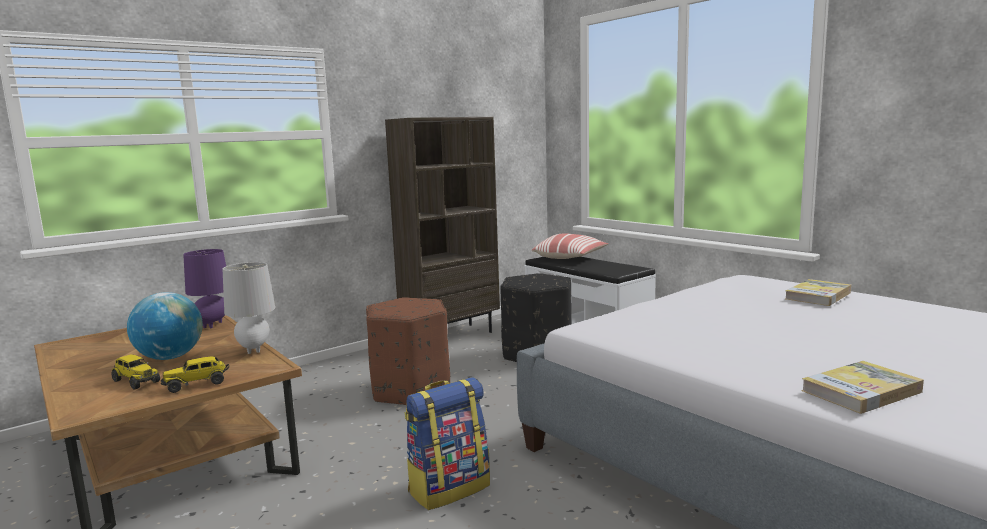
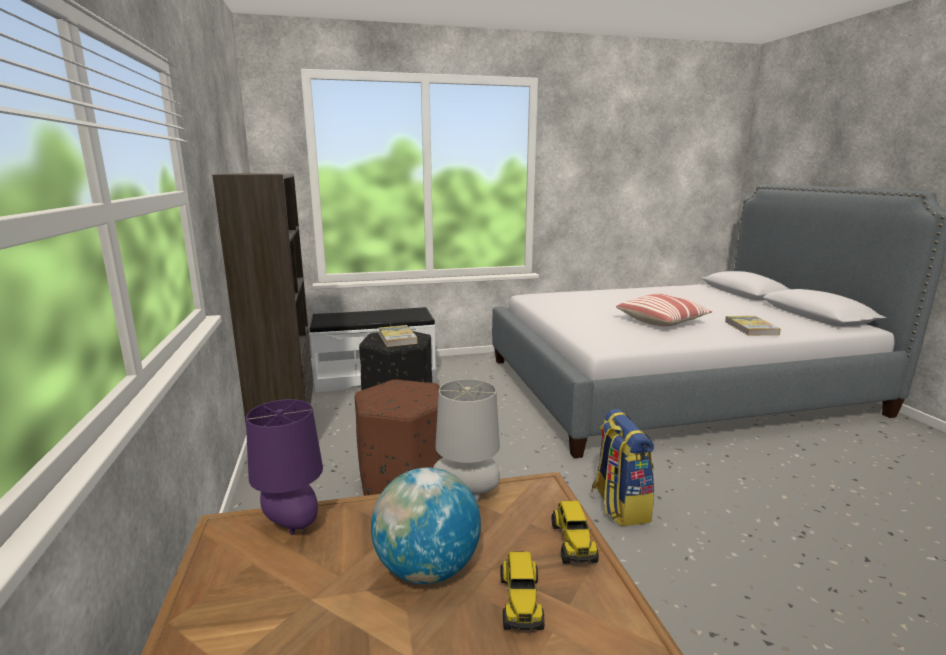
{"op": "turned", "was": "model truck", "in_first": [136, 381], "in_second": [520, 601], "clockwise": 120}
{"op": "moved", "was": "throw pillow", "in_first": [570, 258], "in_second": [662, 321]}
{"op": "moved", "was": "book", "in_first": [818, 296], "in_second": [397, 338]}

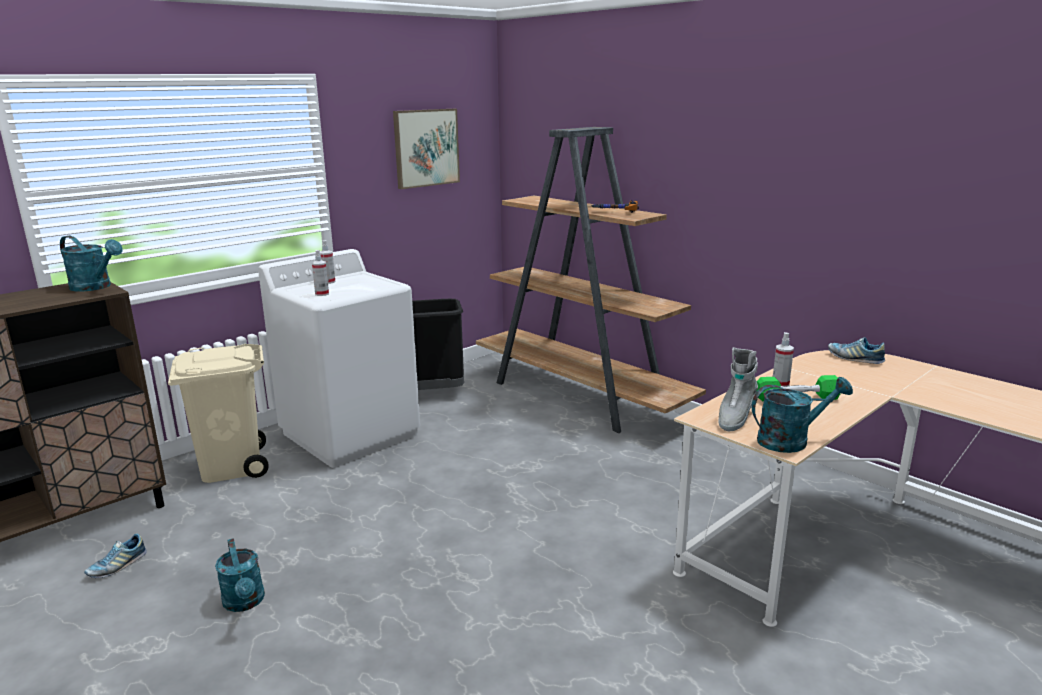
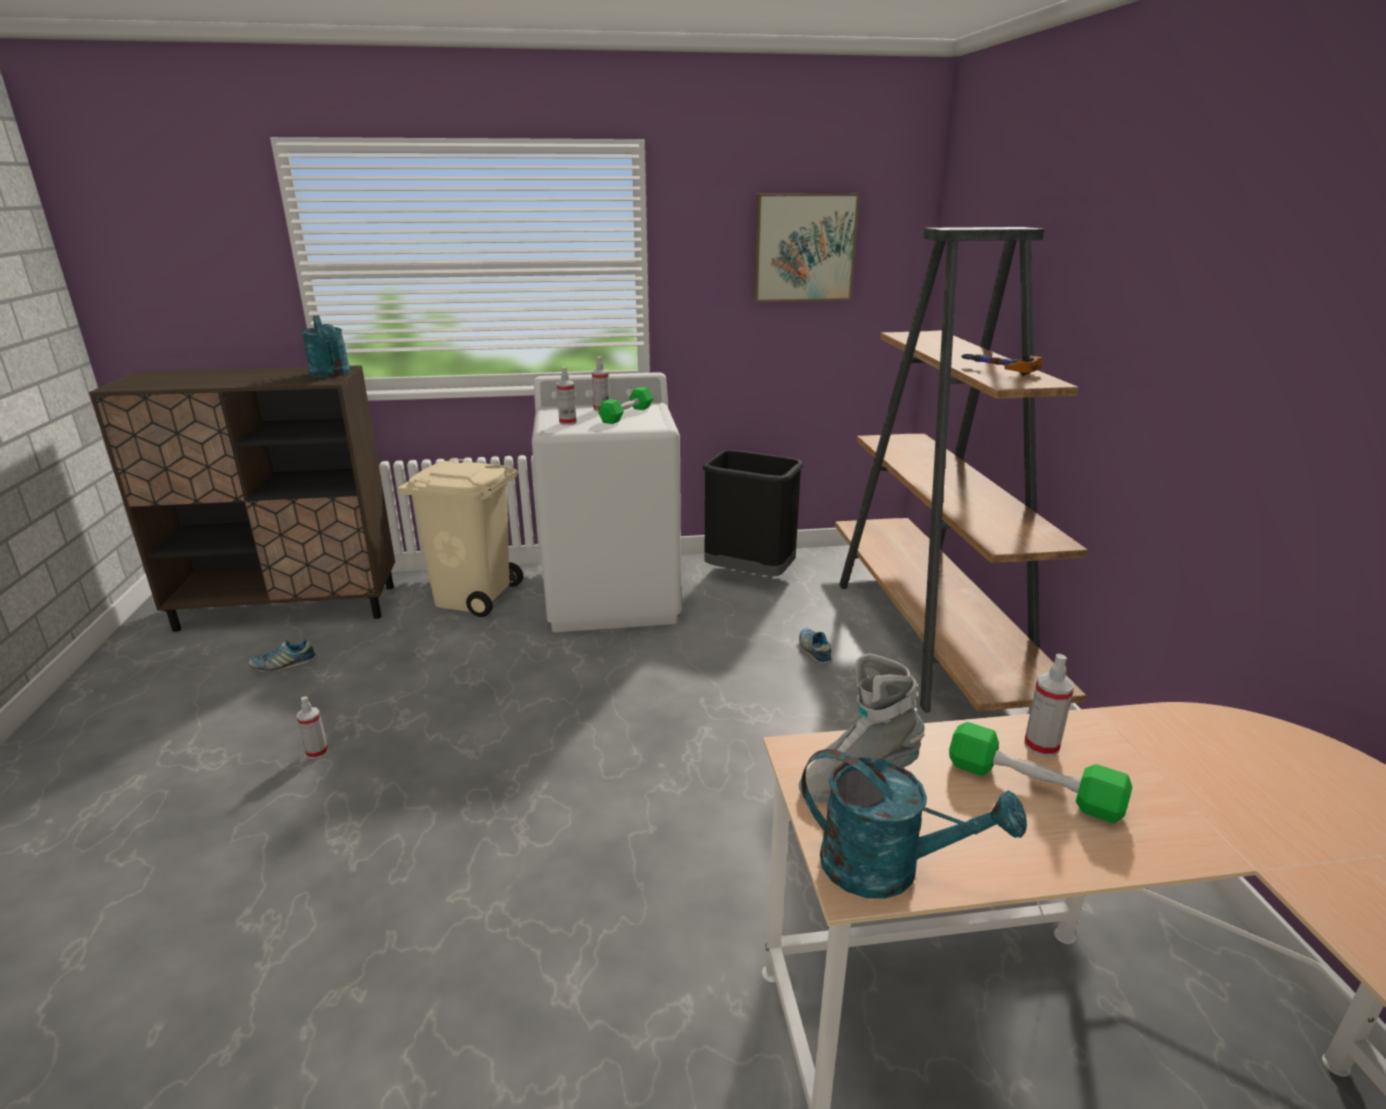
{"op": "replaced", "was": "turquoise-coloured watering pot", "now": "hand sprayer", "in_first": [245, 603], "in_second": [317, 752]}
{"op": "moved", "was": "low shoe", "in_first": [854, 358], "in_second": [814, 651]}
{"op": "added", "now": "greenish dumbbell", "in_second": [627, 414]}

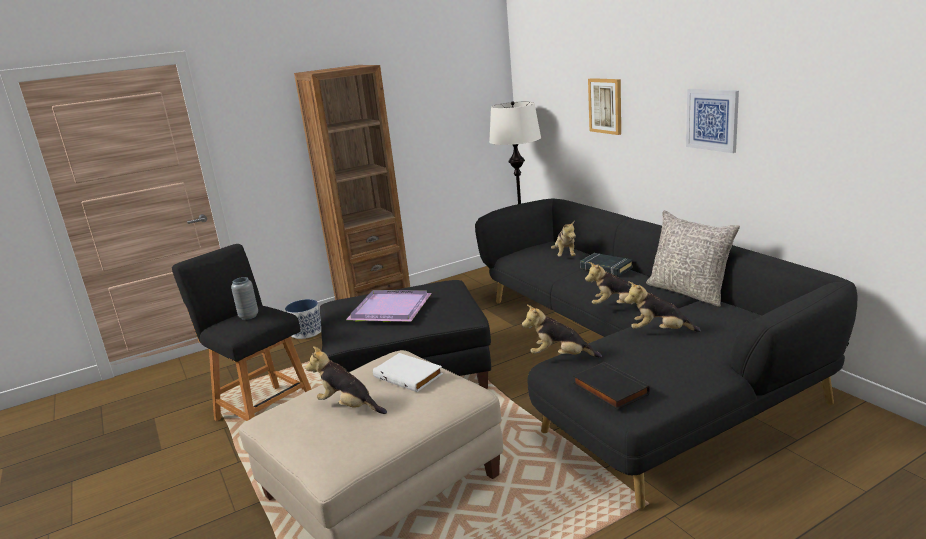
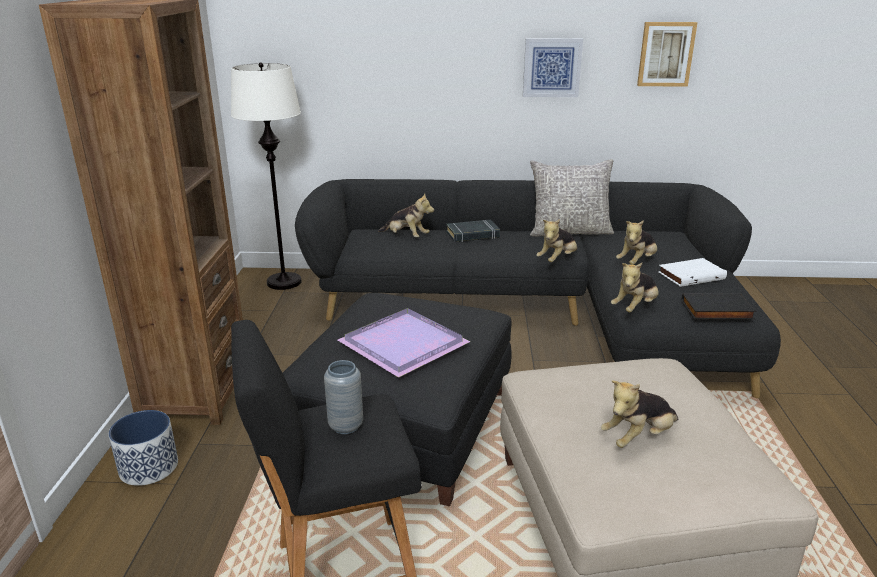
{"op": "moved", "was": "white-coloured book", "in_first": [409, 375], "in_second": [690, 275]}
{"op": "moved", "was": "wall picture", "in_first": [606, 106], "in_second": [666, 54]}

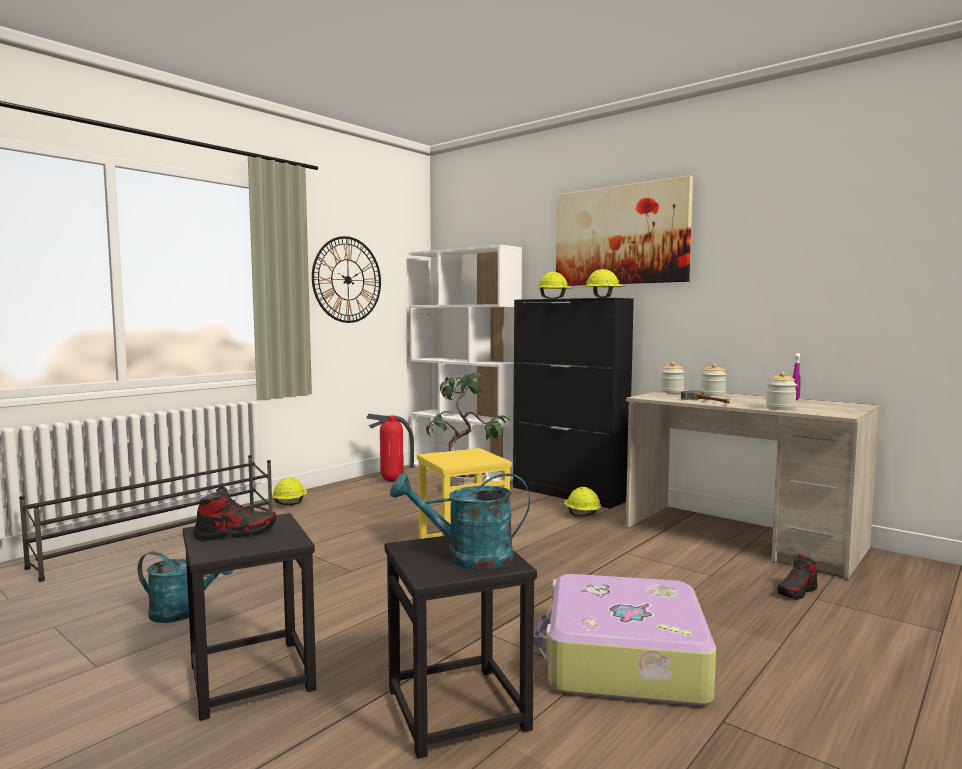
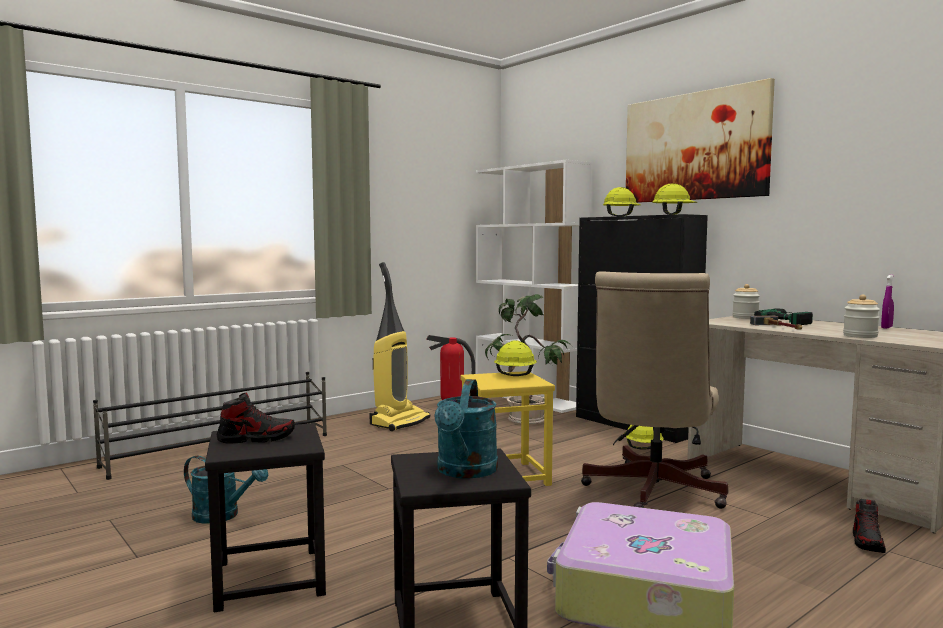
{"op": "moved", "was": "yellow hard hat", "in_first": [289, 504], "in_second": [515, 375]}
{"op": "removed", "was": "wall clock", "in_first": [347, 280]}
{"op": "turned", "was": "turquoise-coloured watering pot", "in_first": [467, 557], "in_second": [465, 472], "clockwise": -90}
{"op": "replaced", "was": "jar", "now": "electric drill", "in_first": [713, 395], "in_second": [791, 321]}
{"op": "turned", "was": "low shoe", "in_first": [797, 592], "in_second": [867, 542], "clockwise": -45}
{"op": "added", "now": "vacuum cleaner", "in_second": [399, 422]}
{"op": "added", "now": "sand-coloured desk chair", "in_second": [651, 492]}

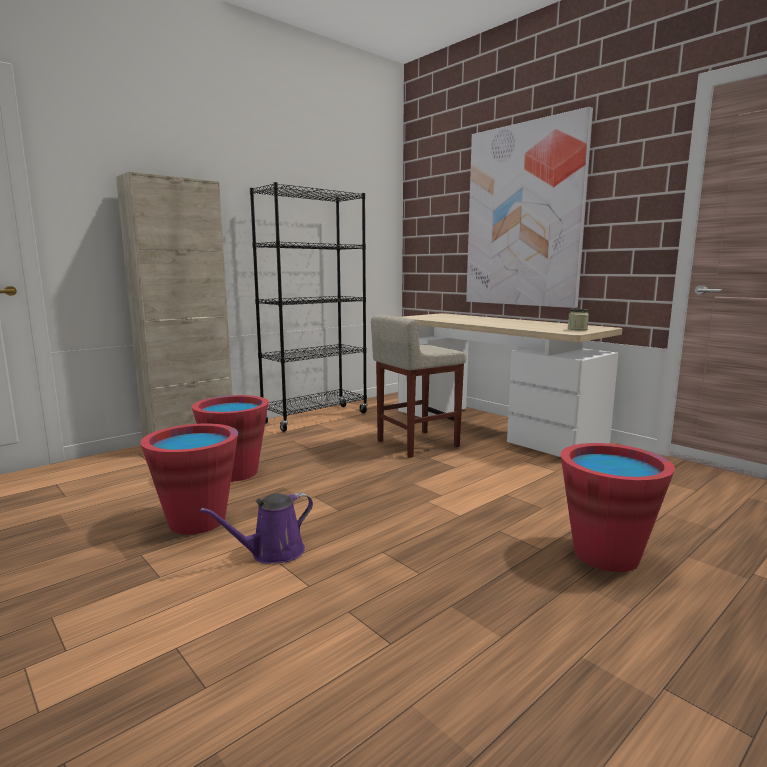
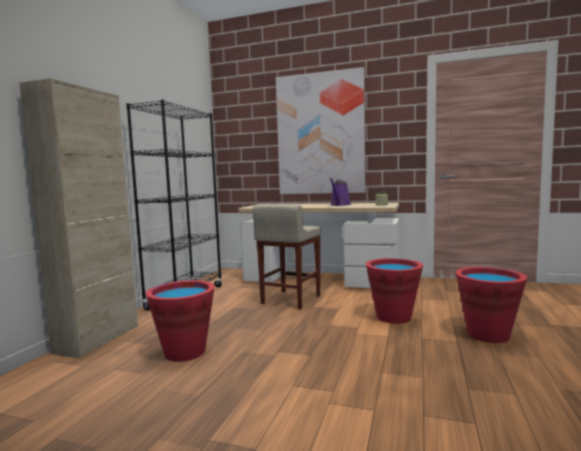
{"op": "moved", "was": "red-coloured water bucket", "in_first": [197, 521], "in_second": [393, 317]}
{"op": "moved", "was": "purplish watering pot", "in_first": [272, 553], "in_second": [339, 205]}

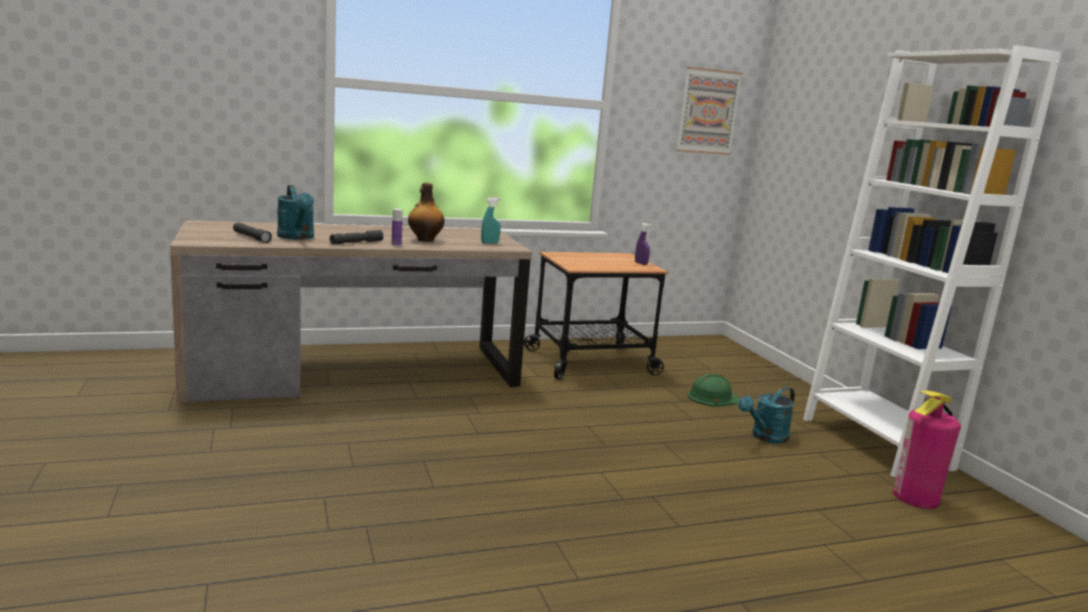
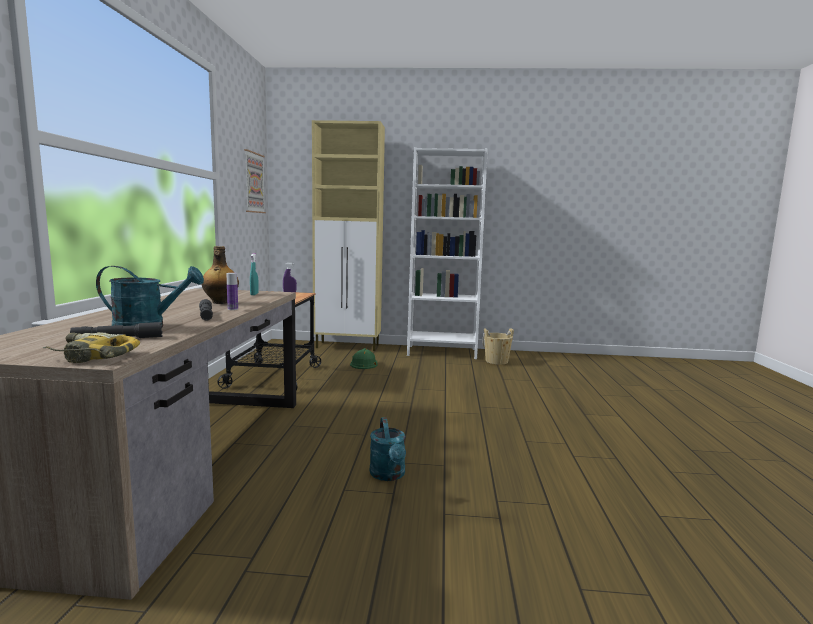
{"op": "moved", "was": "turquoise-coloured watering pot", "in_first": [765, 437], "in_second": [389, 475]}
{"op": "replaced", "was": "fire extinguisher", "now": "sand-coloured water bucket", "in_first": [916, 497], "in_second": [496, 361]}
{"op": "added", "now": "electric drill", "in_second": [89, 357]}
{"op": "added", "now": "sand-coloured storage cabinet", "in_second": [348, 346]}

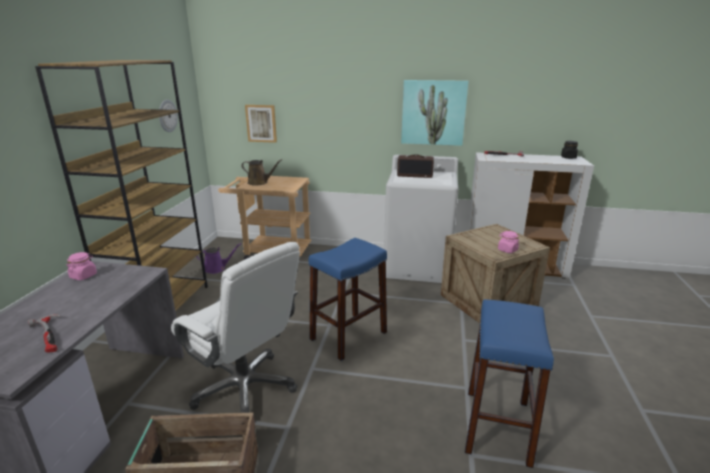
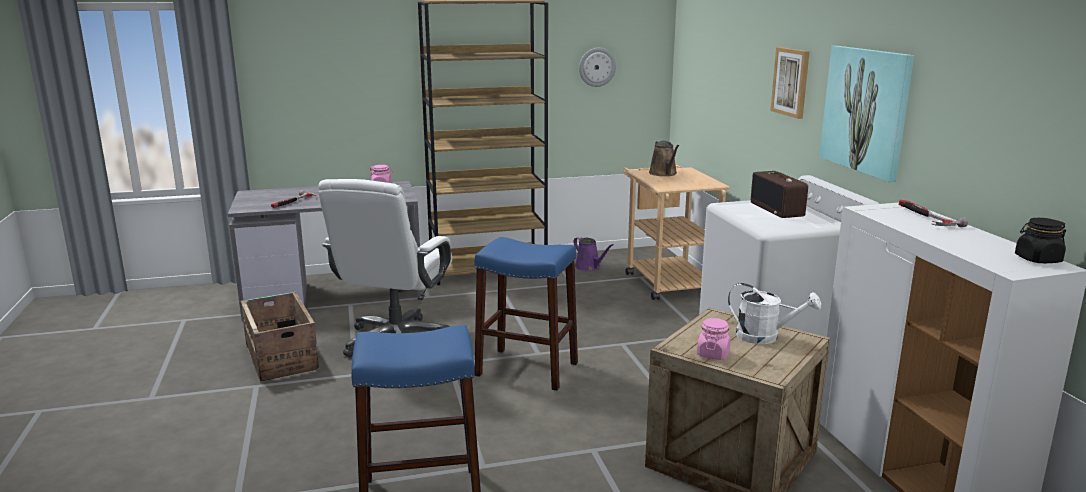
{"op": "moved", "was": "wall picture", "in_first": [261, 123], "in_second": [791, 82]}
{"op": "added", "now": "white-coloured watering pot", "in_second": [765, 337]}

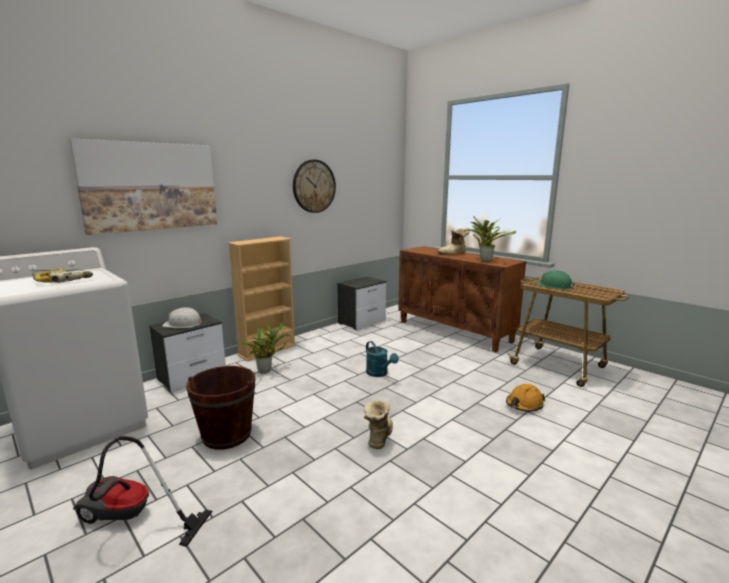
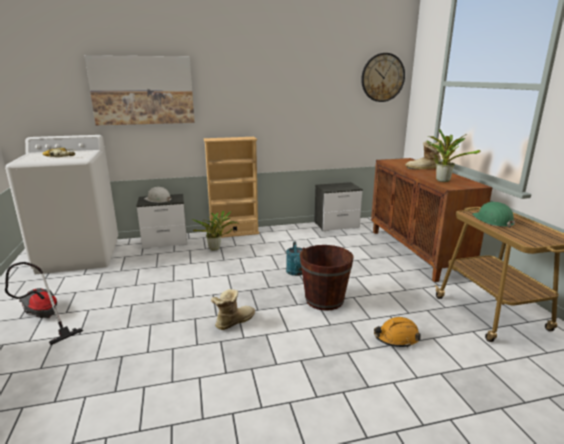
{"op": "moved", "was": "brown water bucket", "in_first": [227, 435], "in_second": [324, 300]}
{"op": "moved", "was": "wall clock", "in_first": [314, 186], "in_second": [382, 77]}

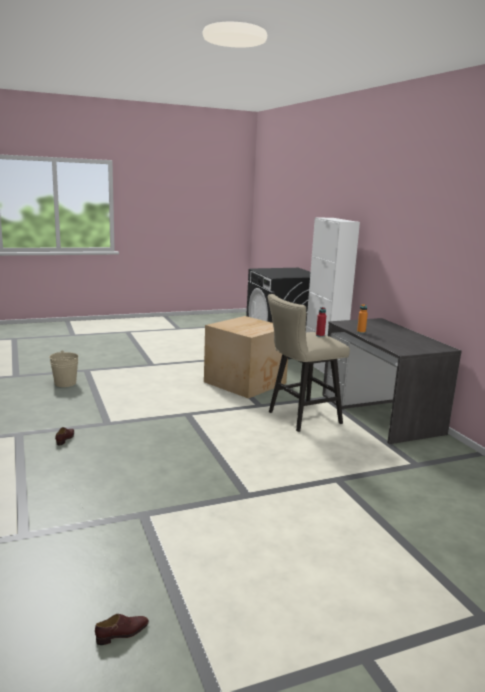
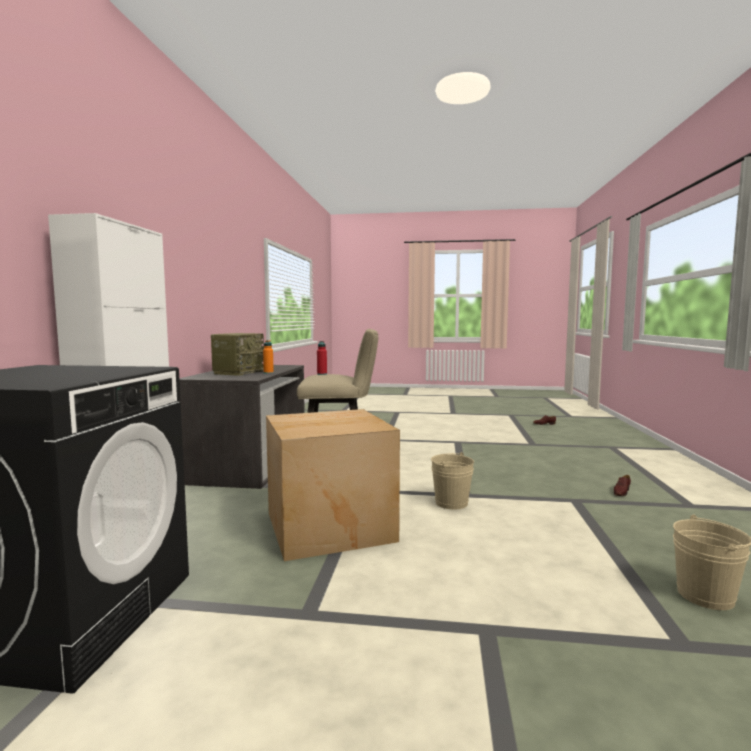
{"op": "added", "now": "radio", "in_second": [239, 372]}
{"op": "added", "now": "sand-coloured water bucket", "in_second": [451, 503]}

